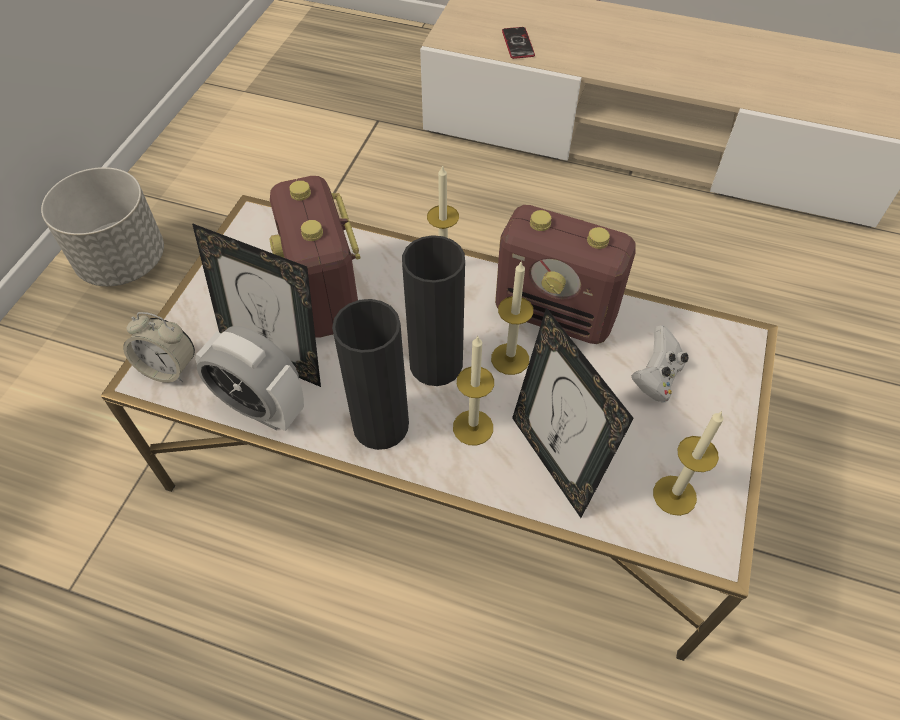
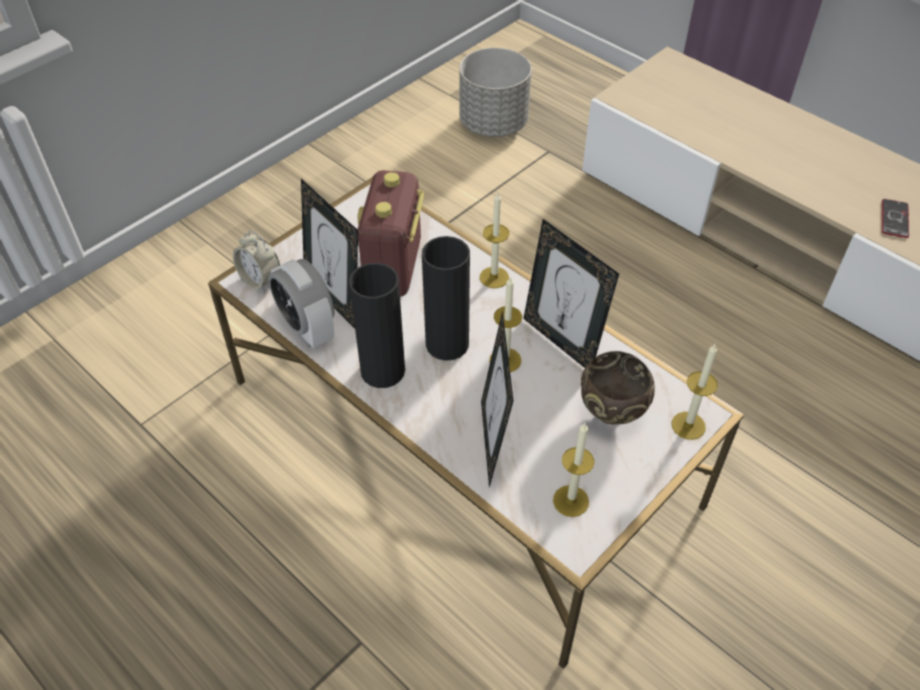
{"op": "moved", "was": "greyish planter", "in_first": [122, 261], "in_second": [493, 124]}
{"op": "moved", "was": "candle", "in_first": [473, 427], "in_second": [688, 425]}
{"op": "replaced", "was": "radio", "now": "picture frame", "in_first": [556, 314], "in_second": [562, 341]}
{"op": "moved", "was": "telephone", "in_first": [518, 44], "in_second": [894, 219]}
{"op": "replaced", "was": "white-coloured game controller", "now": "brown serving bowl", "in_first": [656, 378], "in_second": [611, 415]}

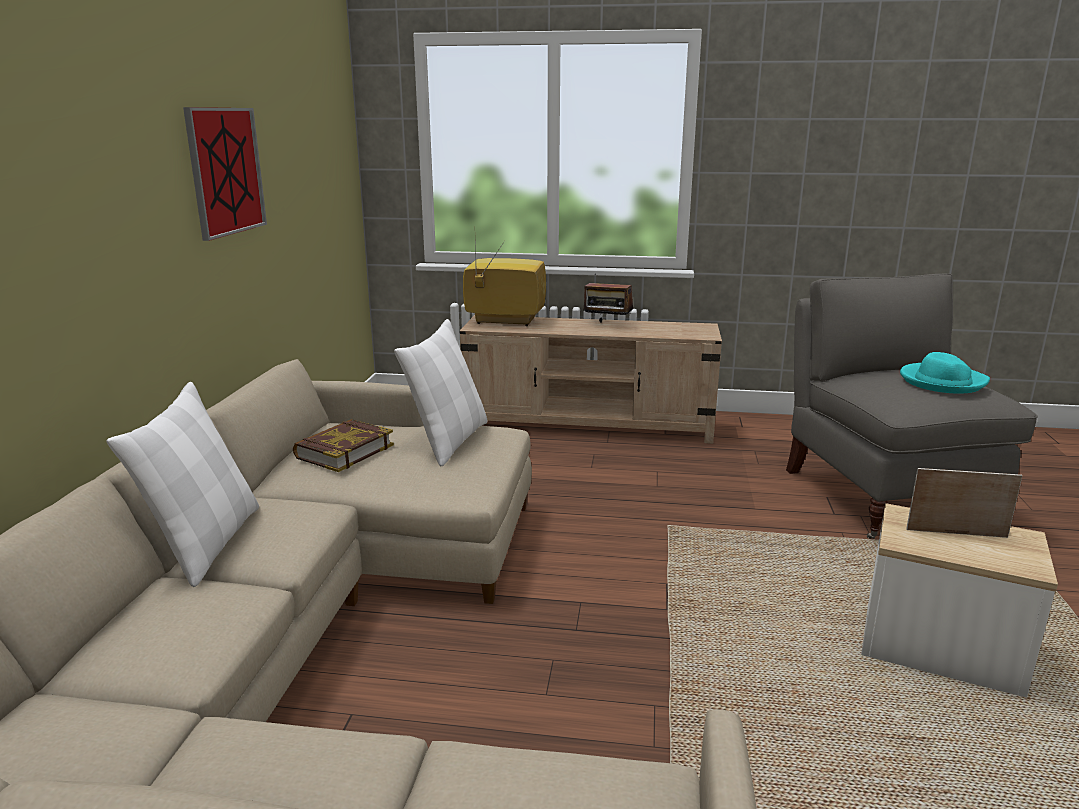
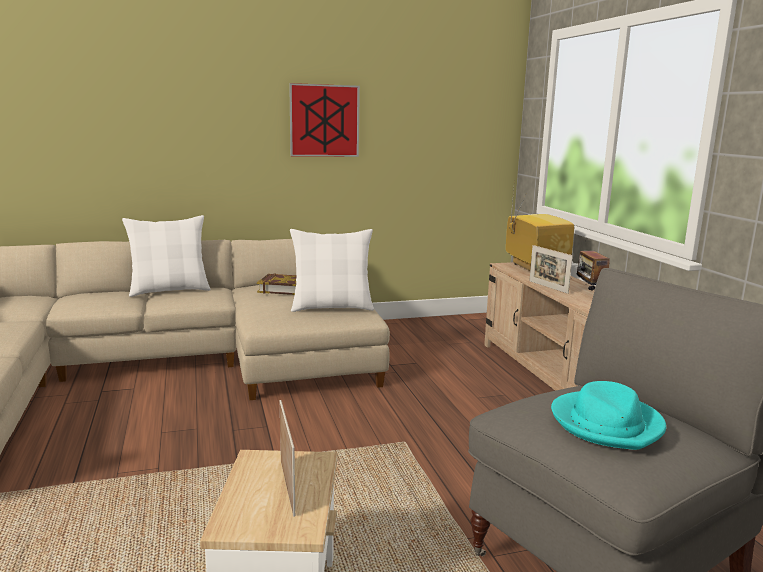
{"op": "added", "now": "picture frame", "in_second": [548, 287]}

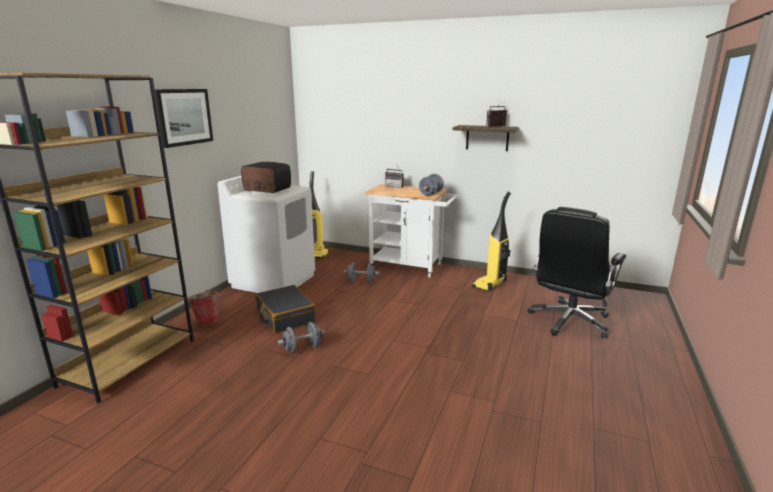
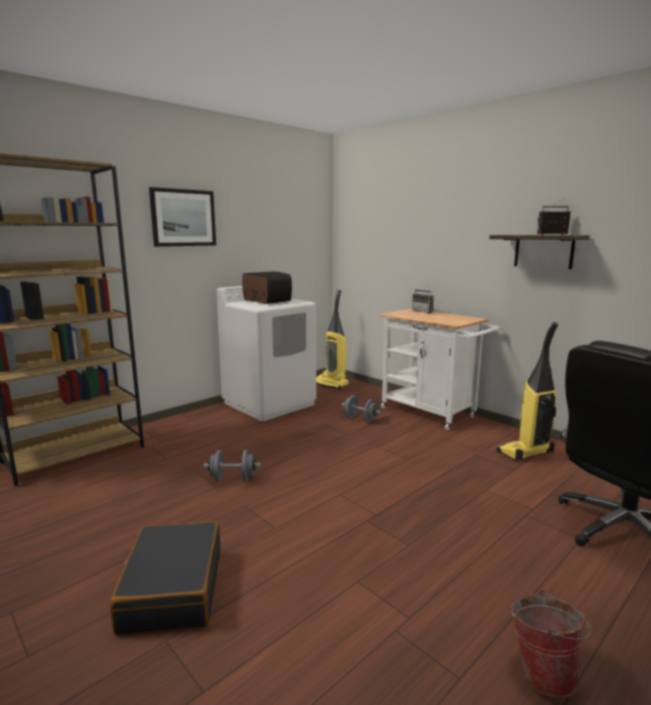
{"op": "moved", "was": "water bucket", "in_first": [207, 322], "in_second": [542, 672]}
{"op": "moved", "was": "black piece of luggage", "in_first": [285, 317], "in_second": [172, 589]}
{"op": "removed", "was": "greyish dumbbell", "in_first": [431, 194]}

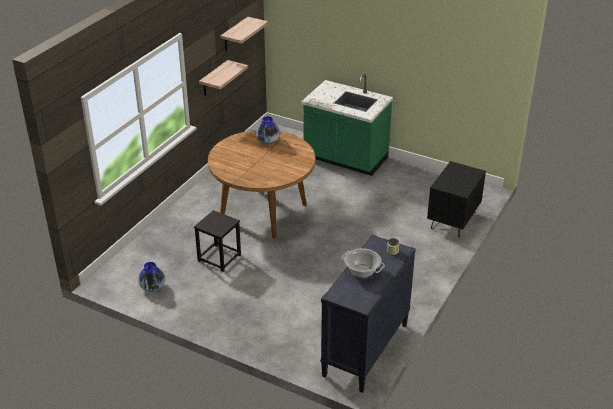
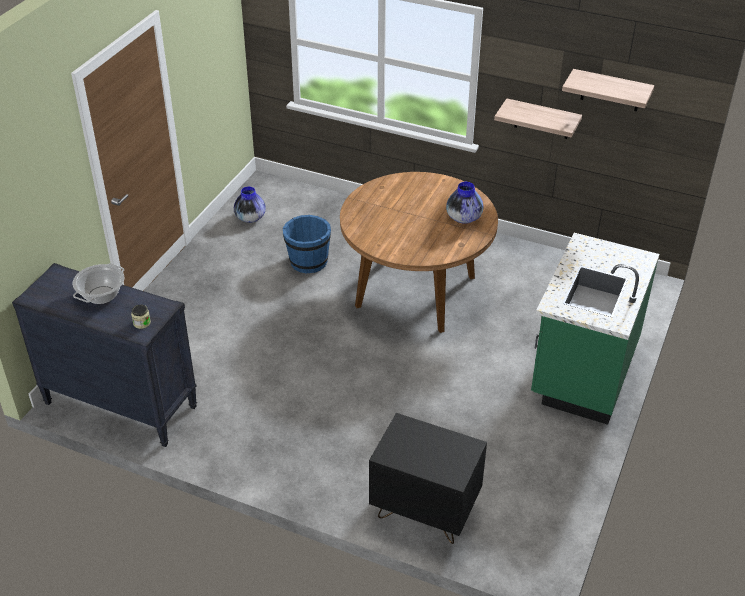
{"op": "replaced", "was": "black sitting stool", "now": "bluish water bucket", "in_first": [219, 258], "in_second": [308, 262]}

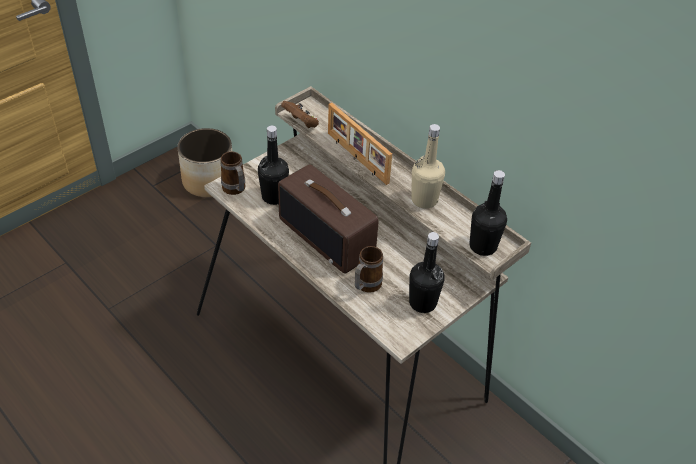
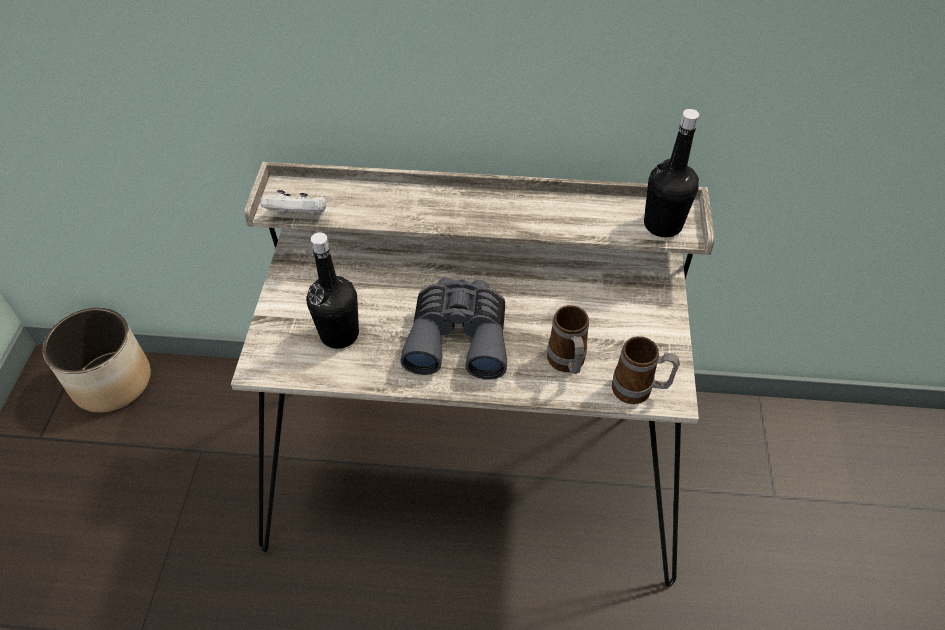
{"op": "moved", "was": "mug", "in_first": [235, 190], "in_second": [639, 391]}
{"op": "replaced", "was": "radio", "now": "greyish binoculars", "in_first": [328, 236], "in_second": [458, 337]}
{"op": "recoloured", "was": "brown game controller", "now": "white-coloured game controller", "in_first": [301, 123], "in_second": [299, 216]}
{"op": "removed", "was": "picture frame", "in_first": [356, 158]}
{"op": "removed", "was": "black bottle", "in_first": [422, 303]}
{"op": "removed", "was": "sand-coloured bottle", "in_first": [424, 200]}

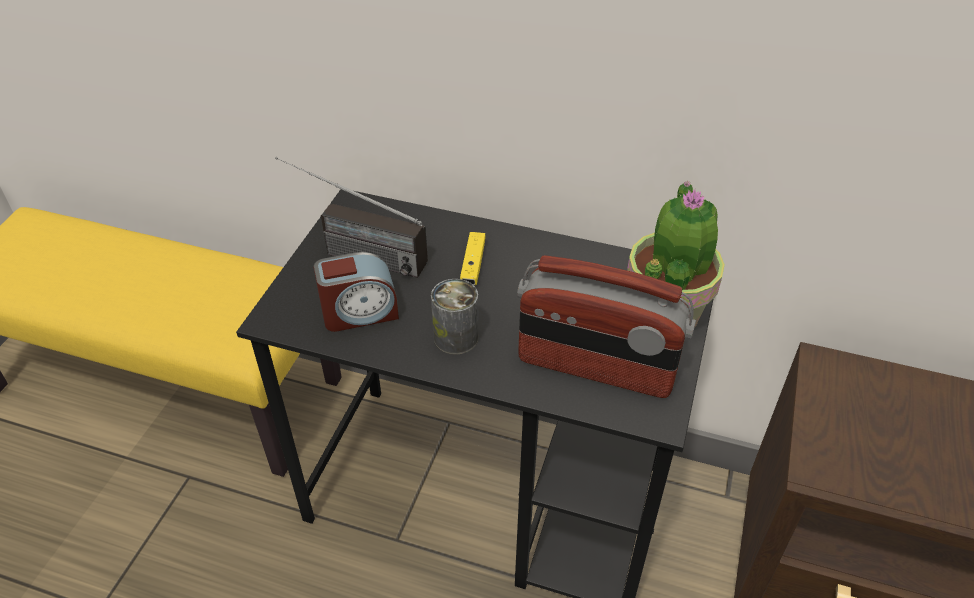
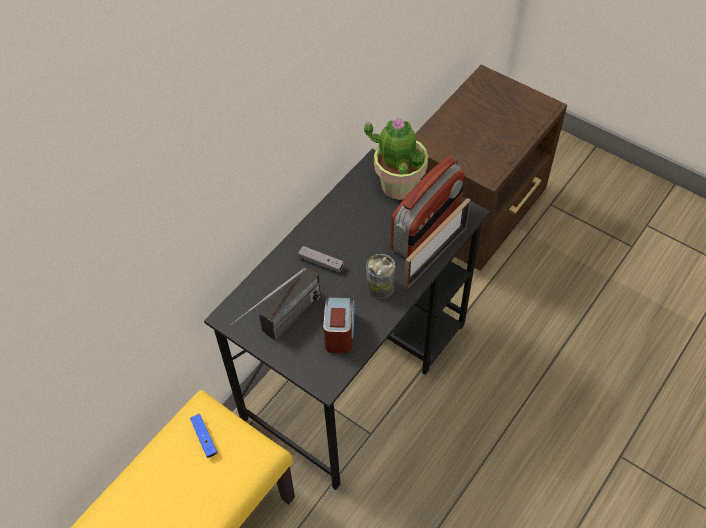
{"op": "recoloured", "was": "yellow game controller", "now": "greyish game controller", "in_first": [473, 265], "in_second": [321, 262]}
{"op": "added", "now": "bluish game controller", "in_second": [204, 438]}
{"op": "added", "now": "picture frame", "in_second": [435, 256]}

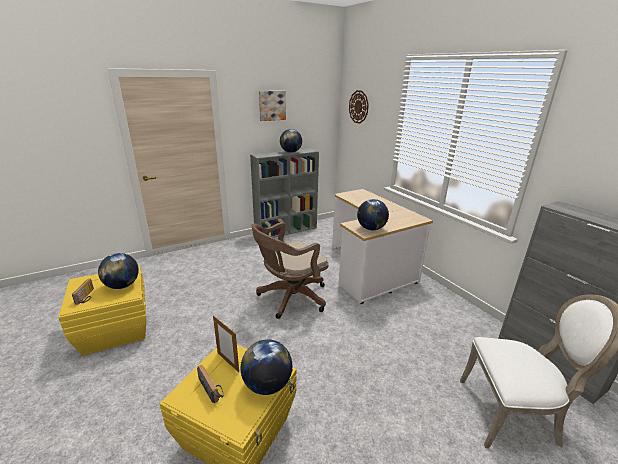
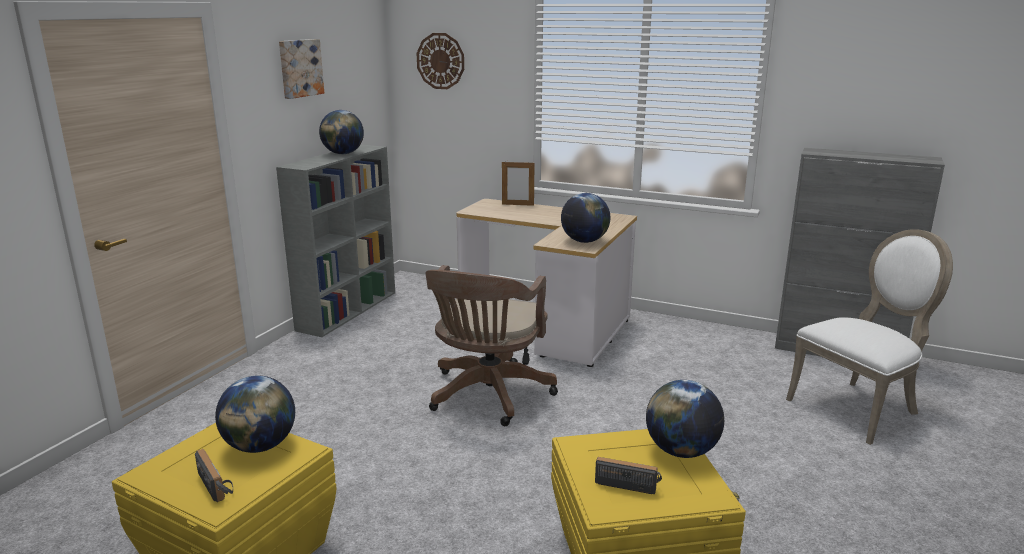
{"op": "moved", "was": "picture frame", "in_first": [228, 362], "in_second": [518, 204]}

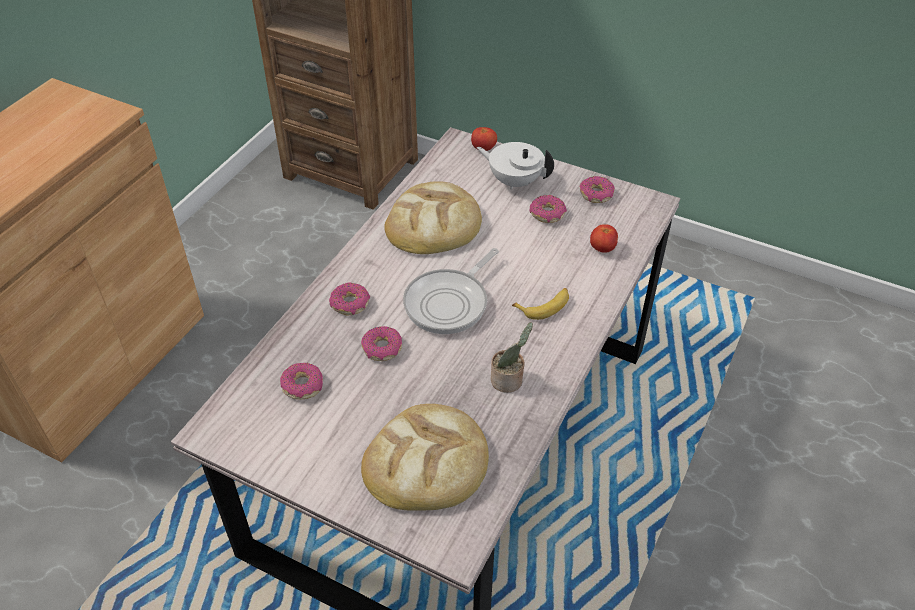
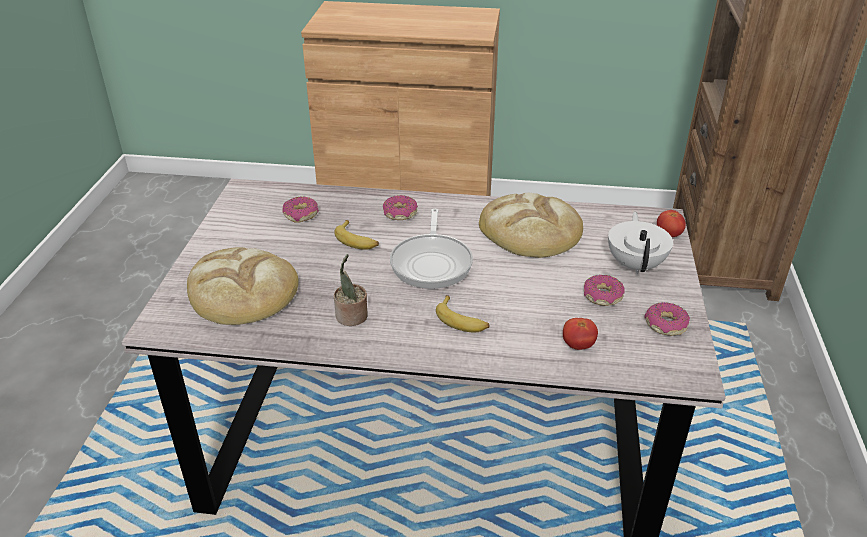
{"op": "replaced", "was": "donut", "now": "banana", "in_first": [382, 349], "in_second": [357, 240]}
{"op": "turned", "was": "frying pan", "in_first": [449, 303], "in_second": [432, 262], "clockwise": -105}

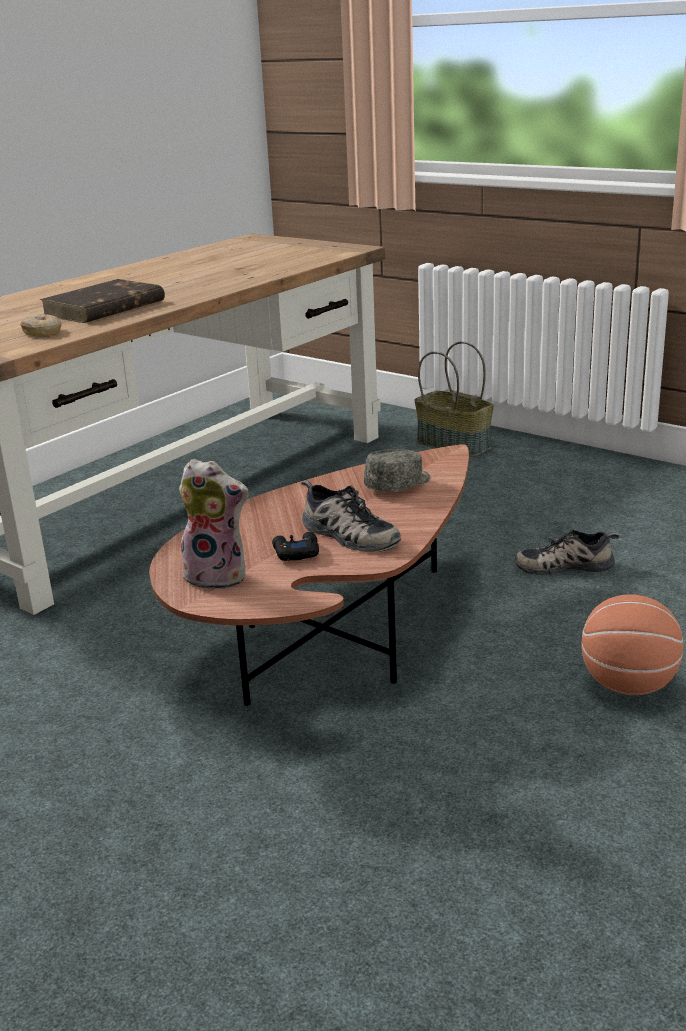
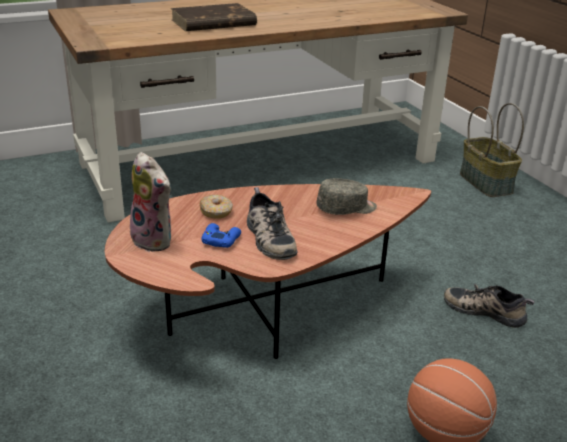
{"op": "moved", "was": "donut", "in_first": [43, 332], "in_second": [216, 212]}
{"op": "recoloured", "was": "black game controller", "now": "bluish game controller", "in_first": [296, 552], "in_second": [221, 240]}

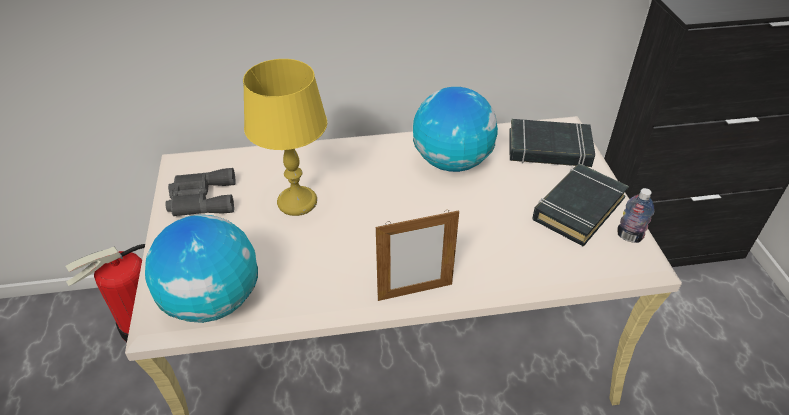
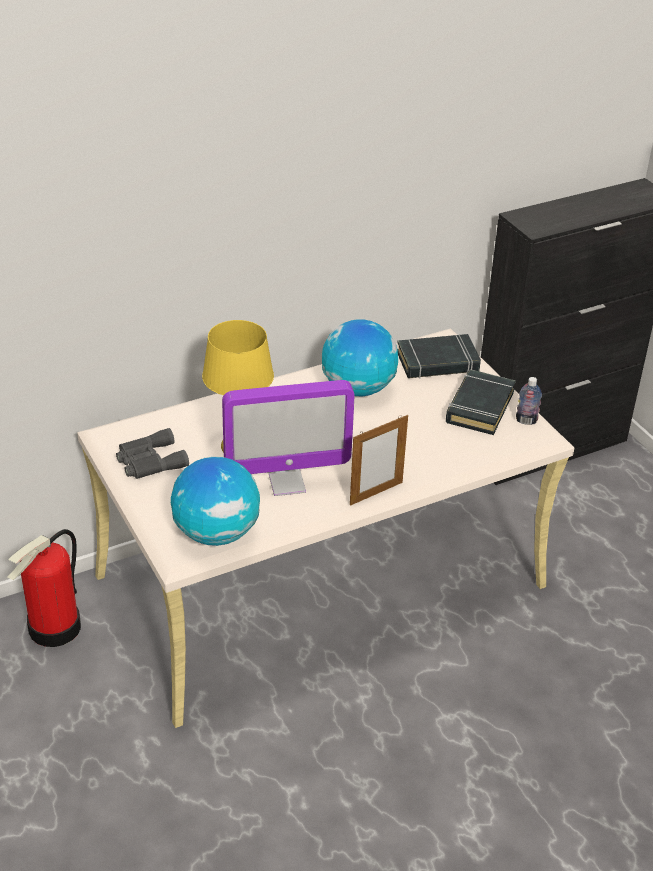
{"op": "added", "now": "computer display", "in_second": [287, 483]}

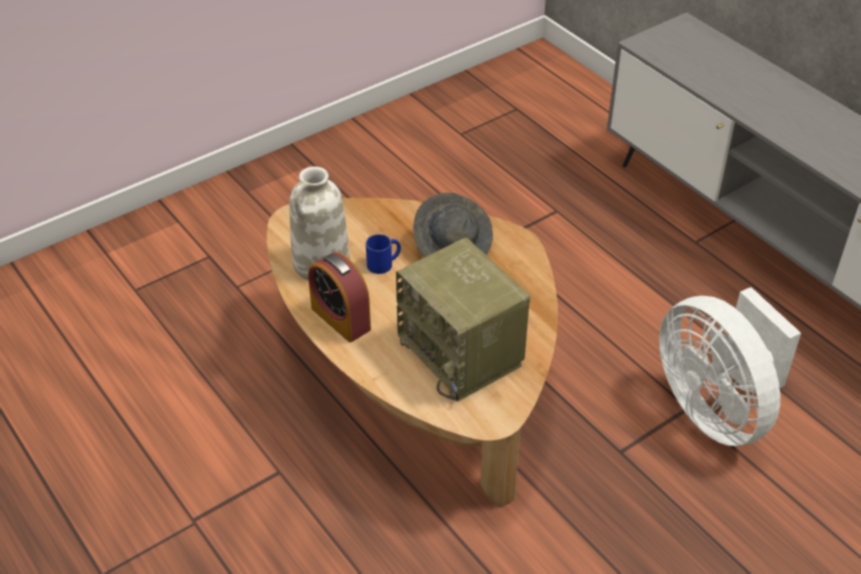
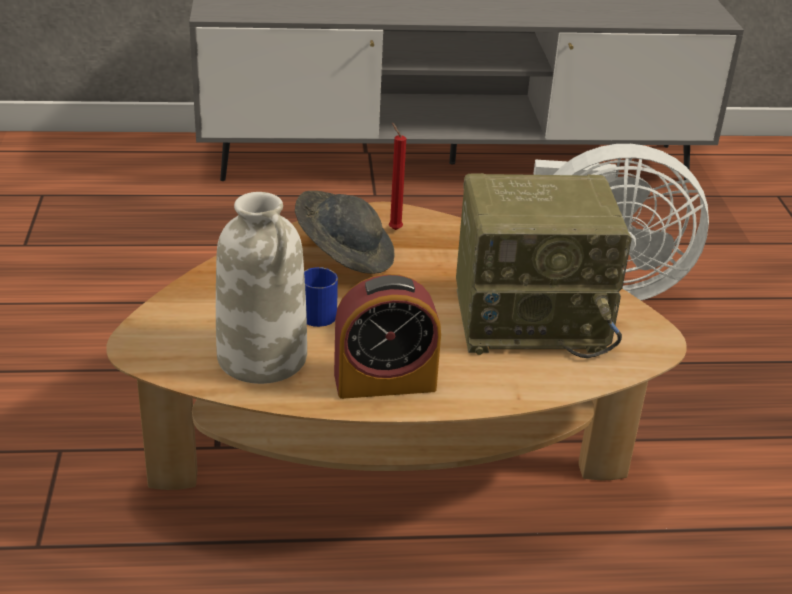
{"op": "added", "now": "red-coloured candle", "in_second": [393, 229]}

